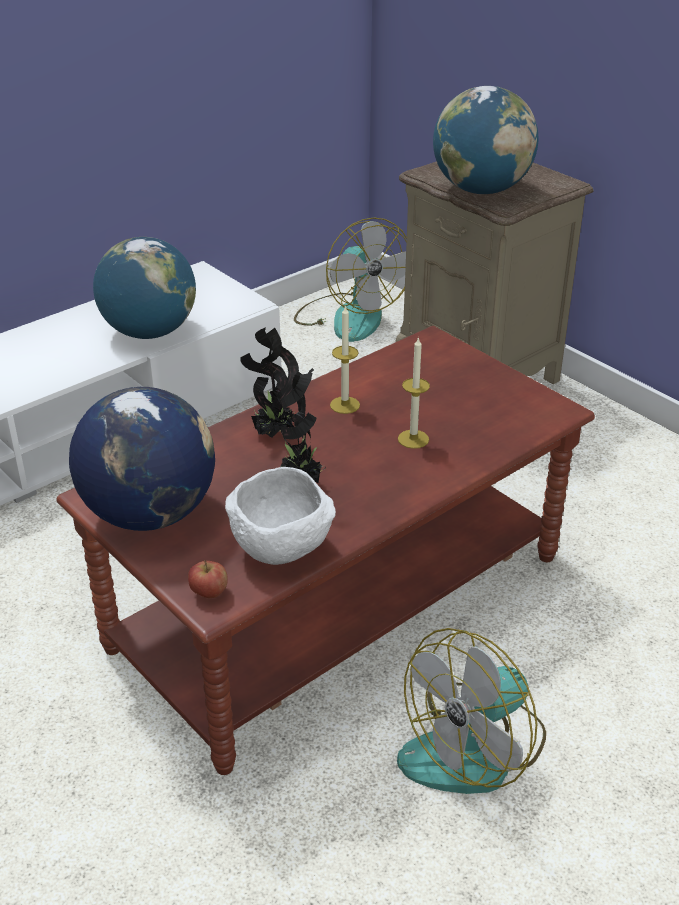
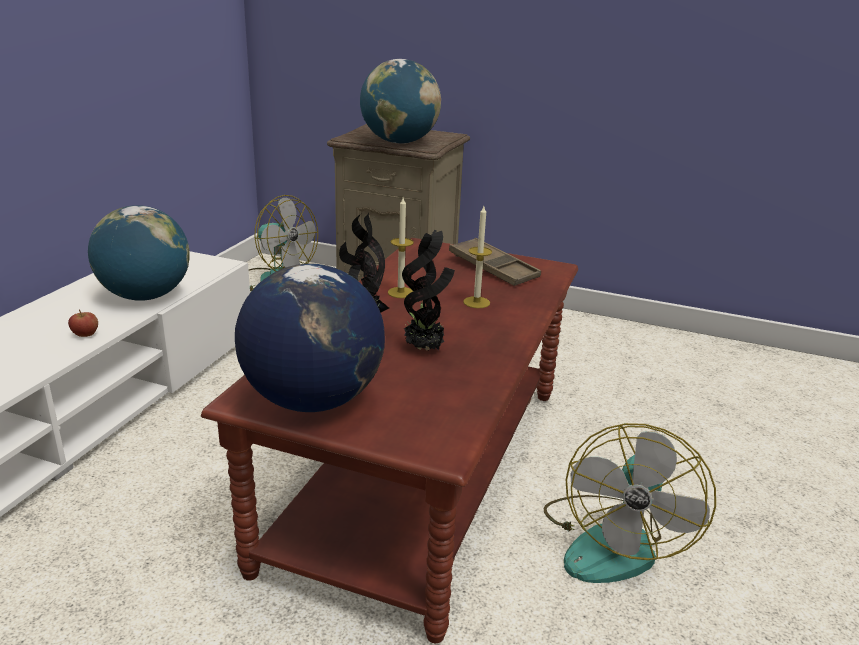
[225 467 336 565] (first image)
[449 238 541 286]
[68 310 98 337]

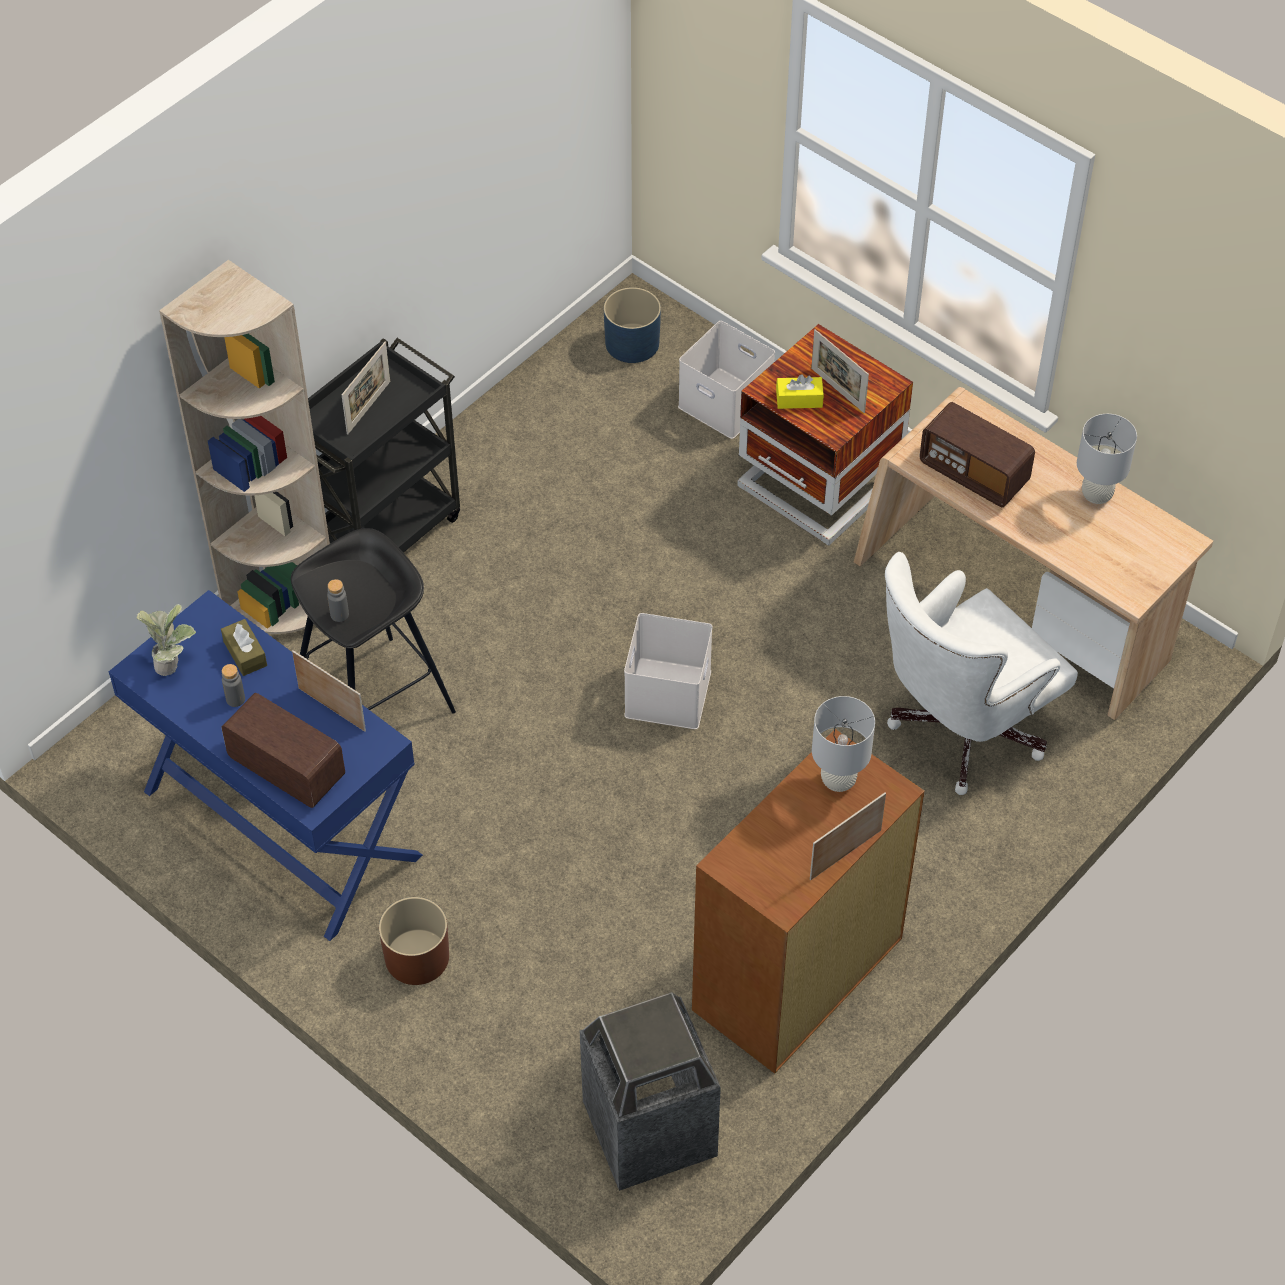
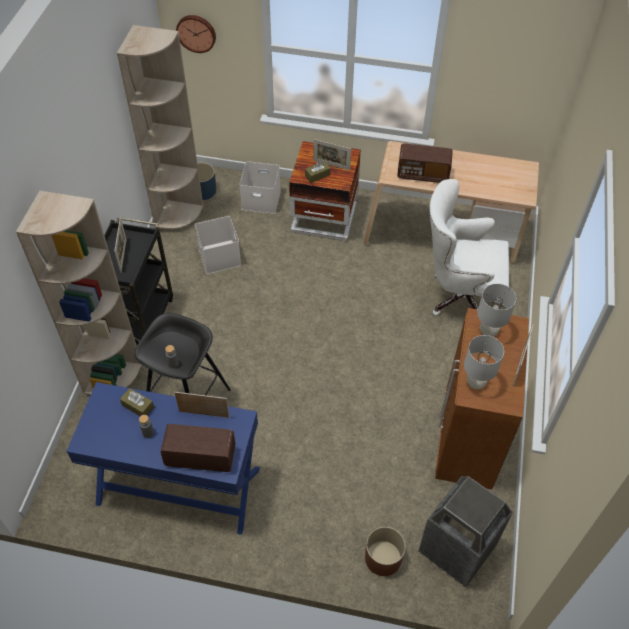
[137 604 196 676] (first image)
[117 25 203 229]
[176 15 216 53]
[365 527 406 576]
[195 216 241 274]
[464 335 504 389]
[305 161 331 183]
[430 179 509 316]

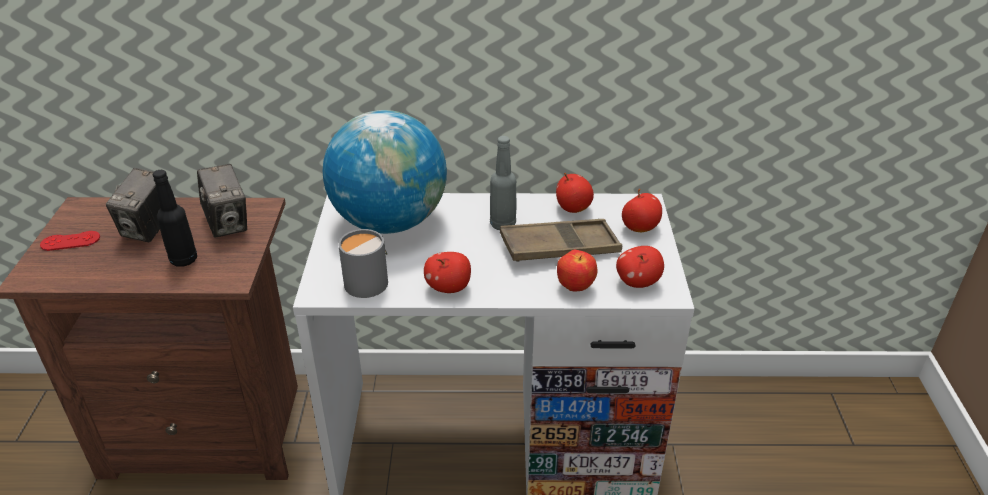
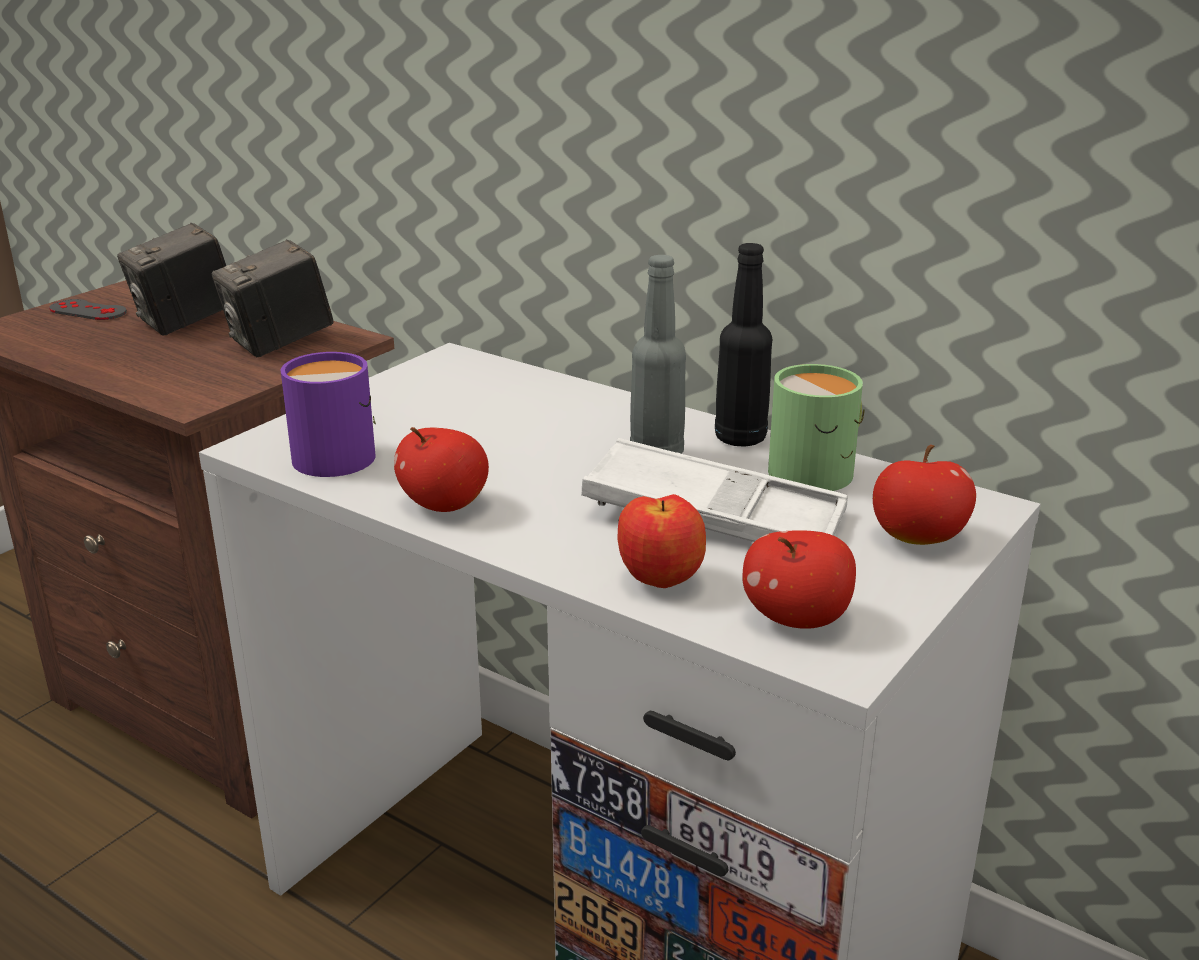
[323 110 447 234] (first image)
[715 243 772 447]
[768 364 865 491]
[49 299 127 320]
[281 352 376 477]
[581 438 848 542]
[212 239 334 357]

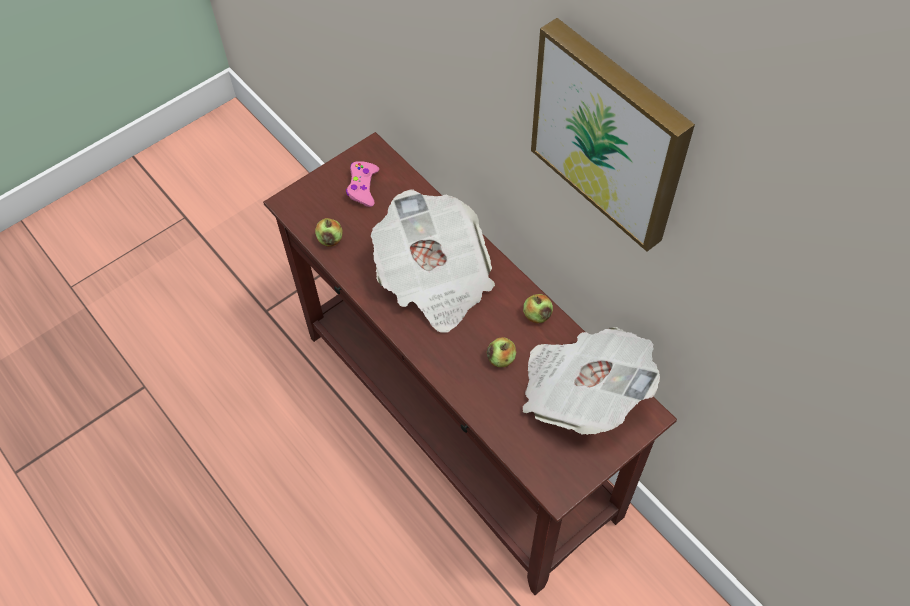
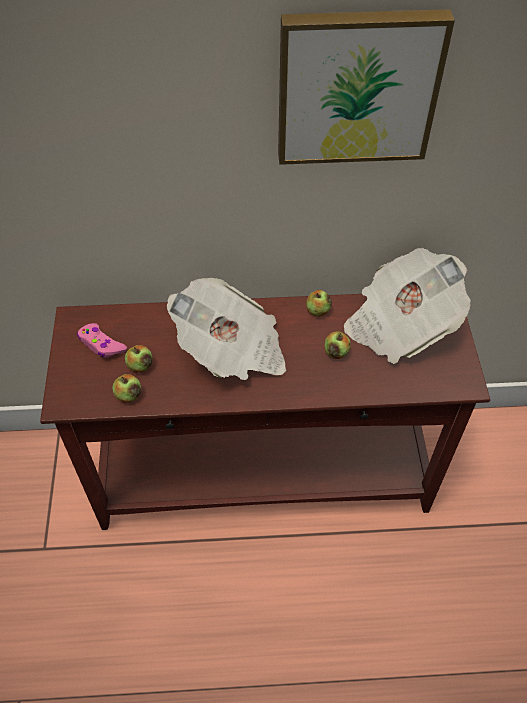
[125 345 153 373]

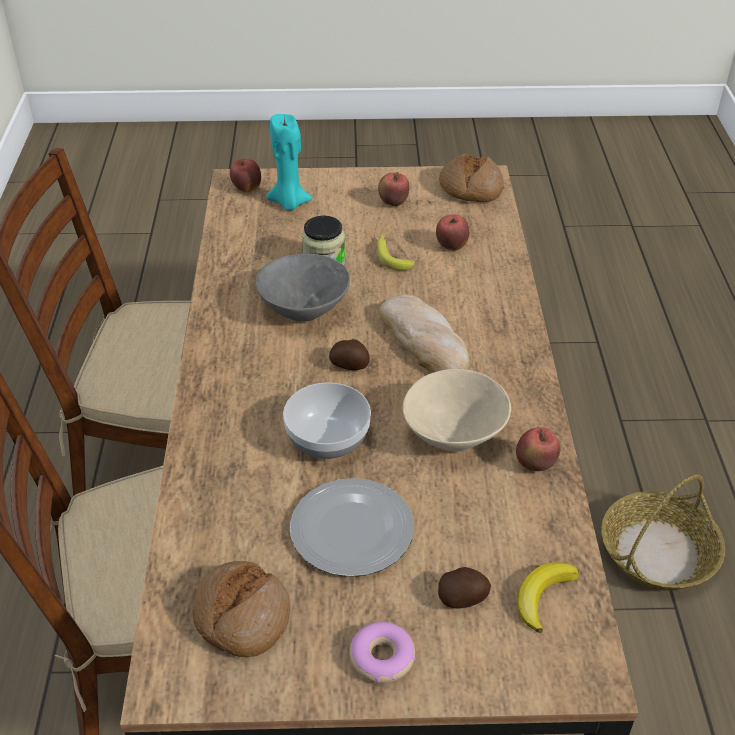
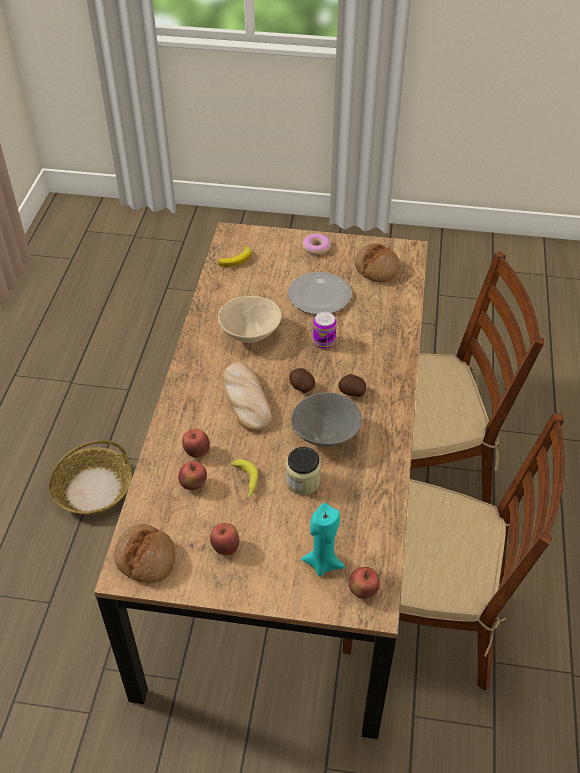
[338 374 366 397]
[182 428 210 458]
[313 312 337 349]

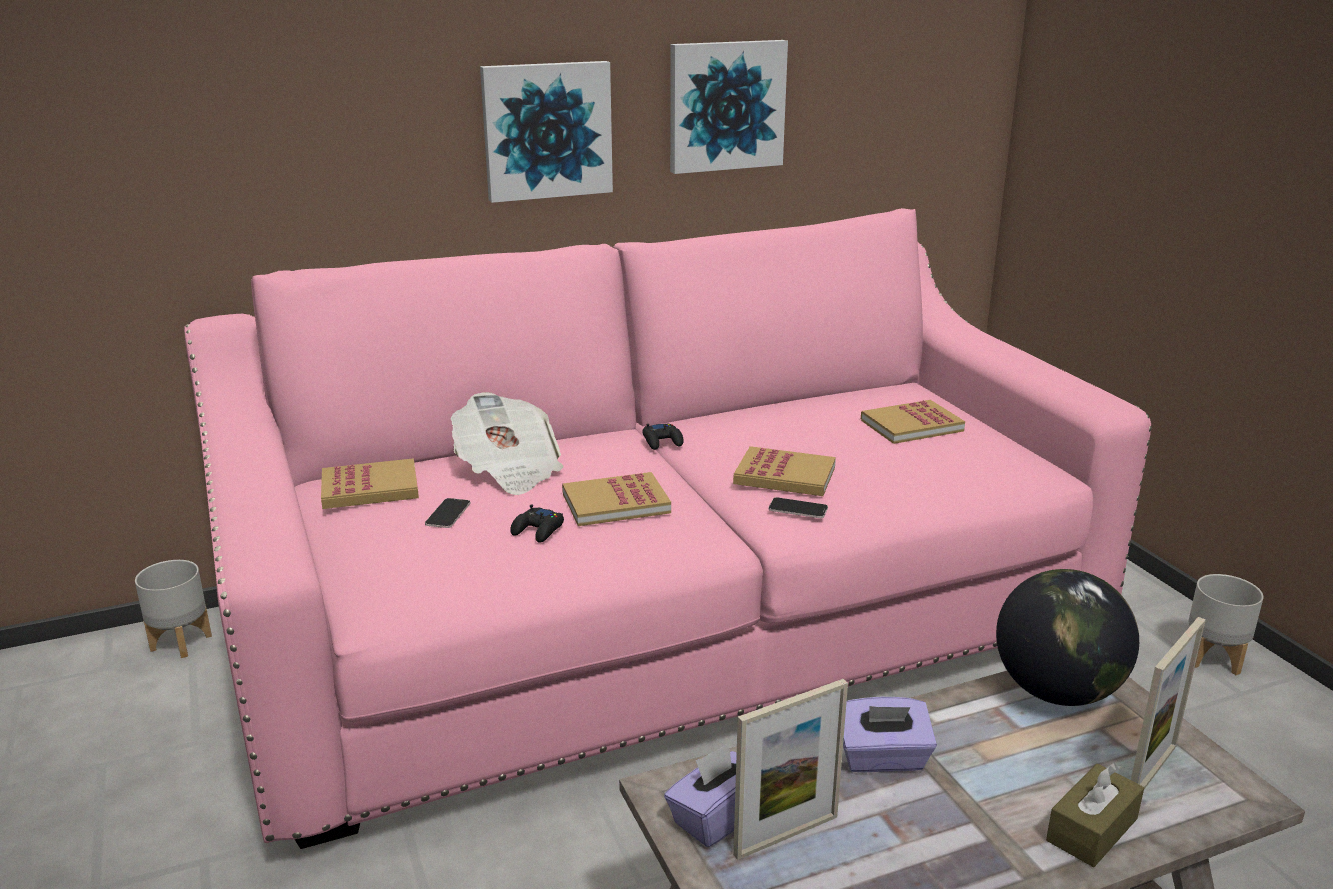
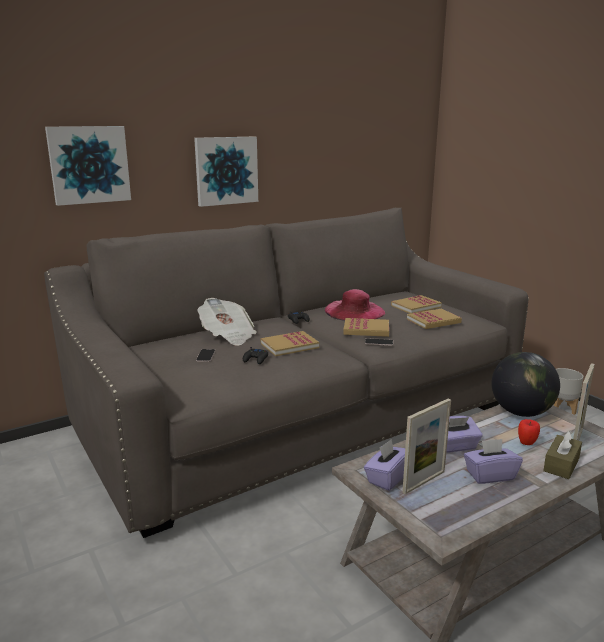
[135 560 212 658] (first image)
[325 289 385 321]
[464 439 523 484]
[518 419 540 445]
[407 309 462 329]
[45 126 131 206]
[44 208 529 538]

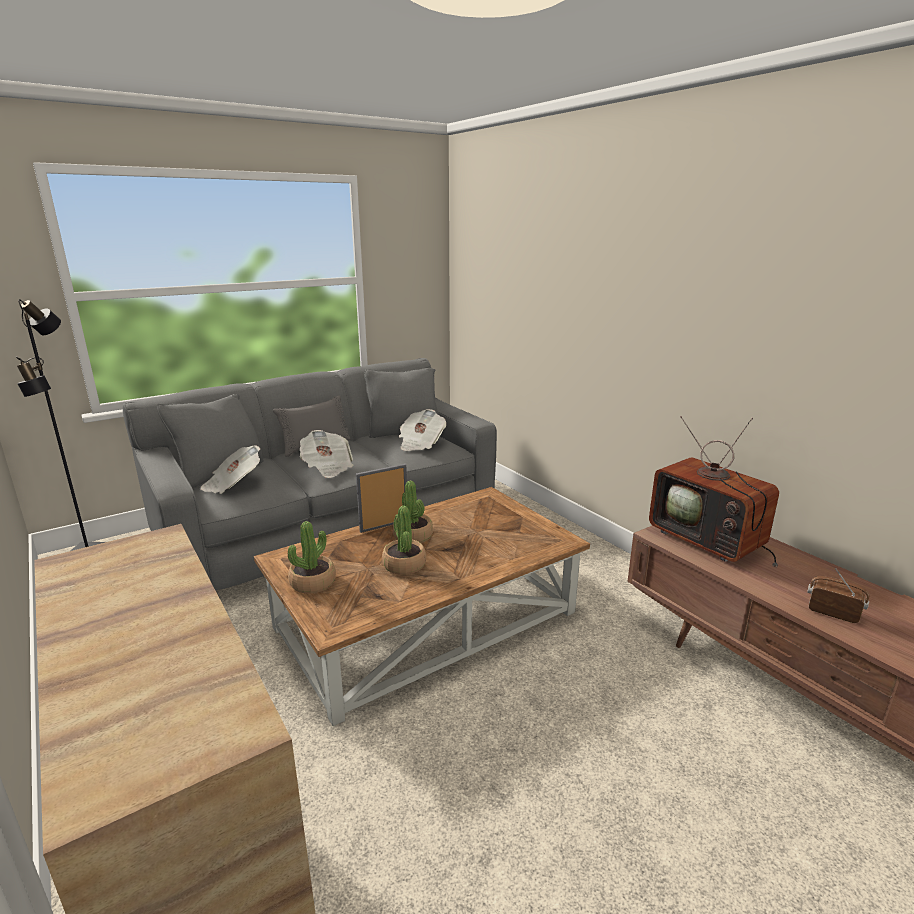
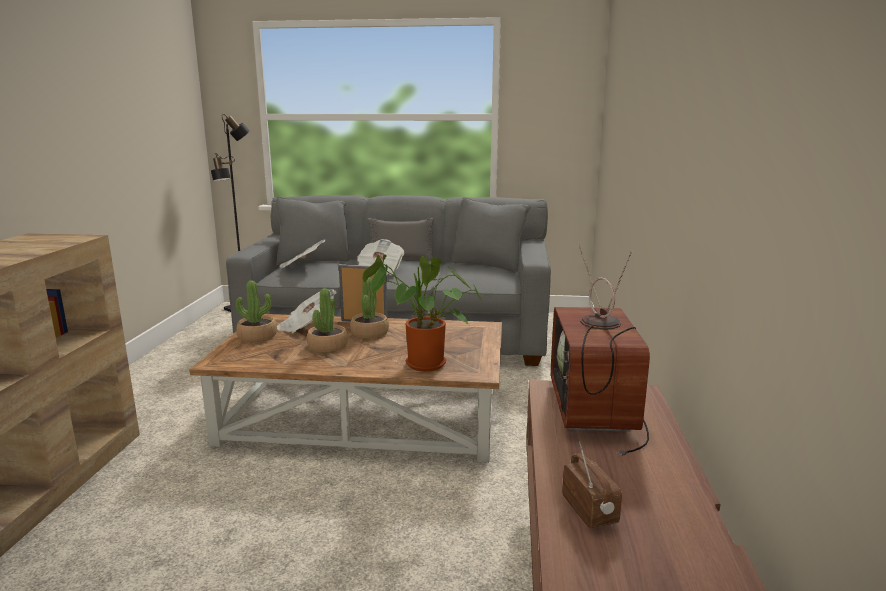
[362 255 482 371]
[277 289 337 333]

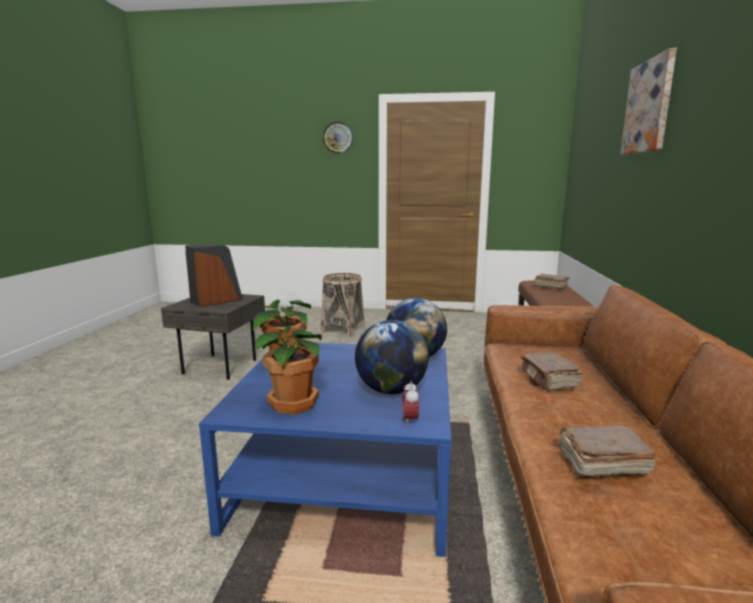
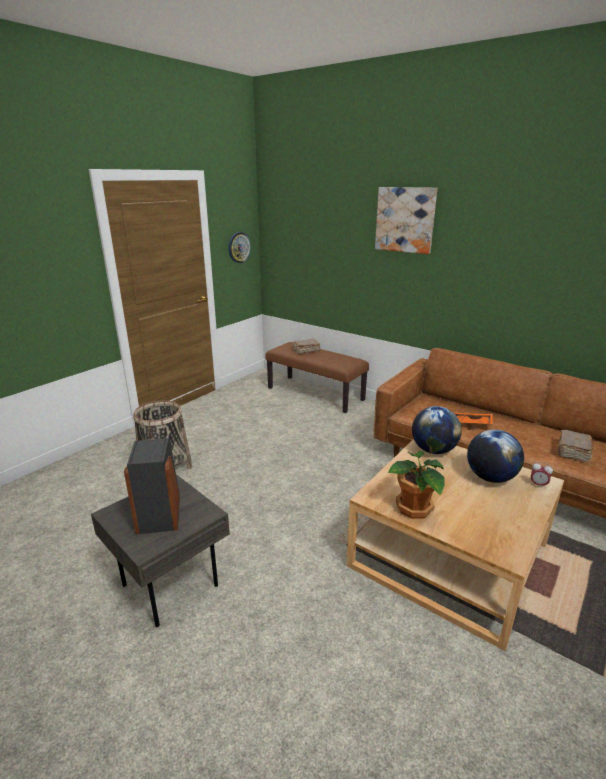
[255 325 322 415] (first image)
[228 232 251 263]
[454 413 493 425]
[346 439 564 651]

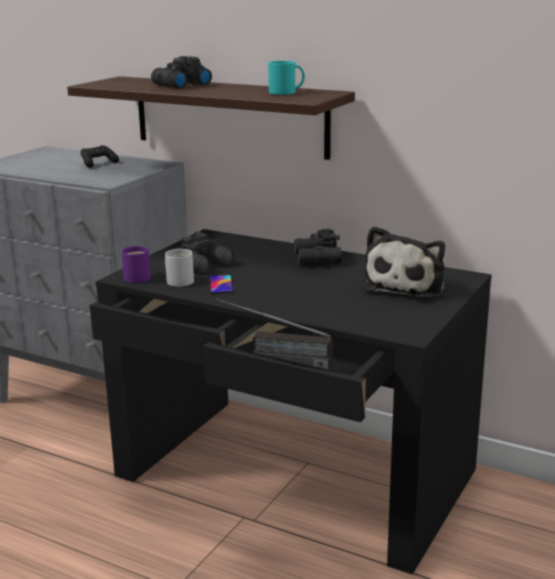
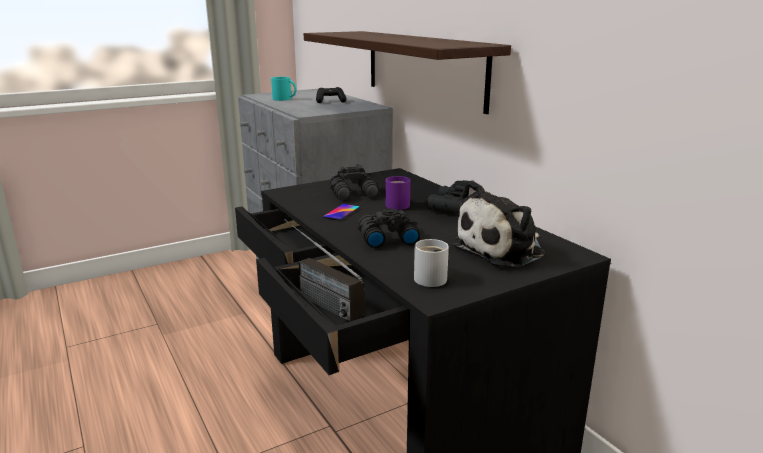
[385 176 410 210]
[358 209 420 248]
[414 239 449 287]
[271 77 297 101]

